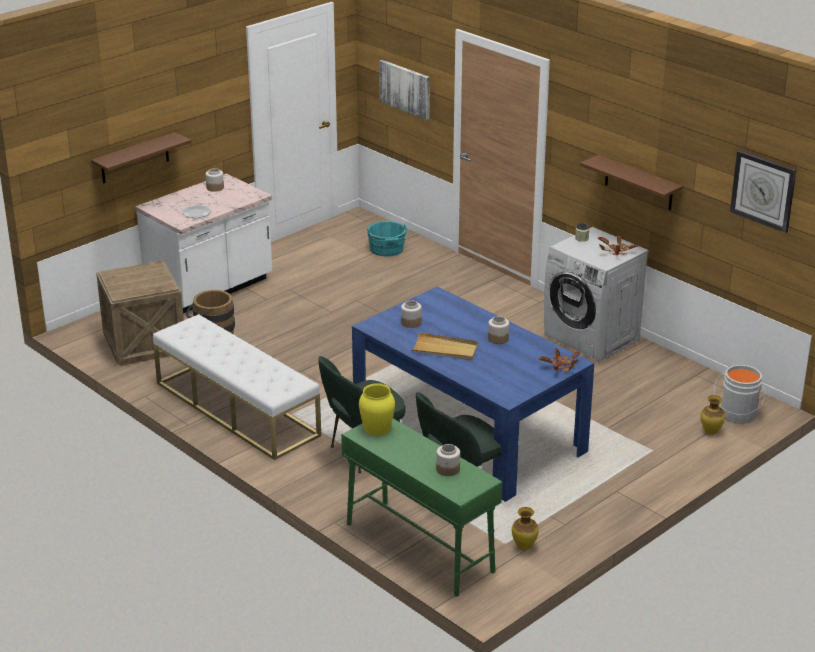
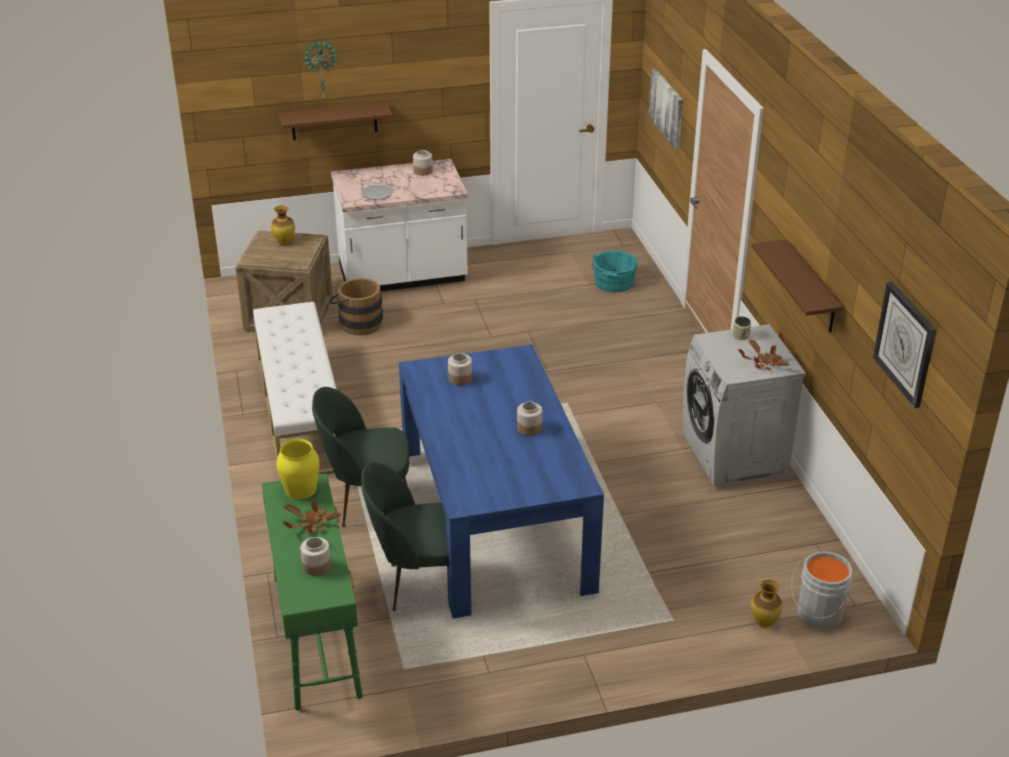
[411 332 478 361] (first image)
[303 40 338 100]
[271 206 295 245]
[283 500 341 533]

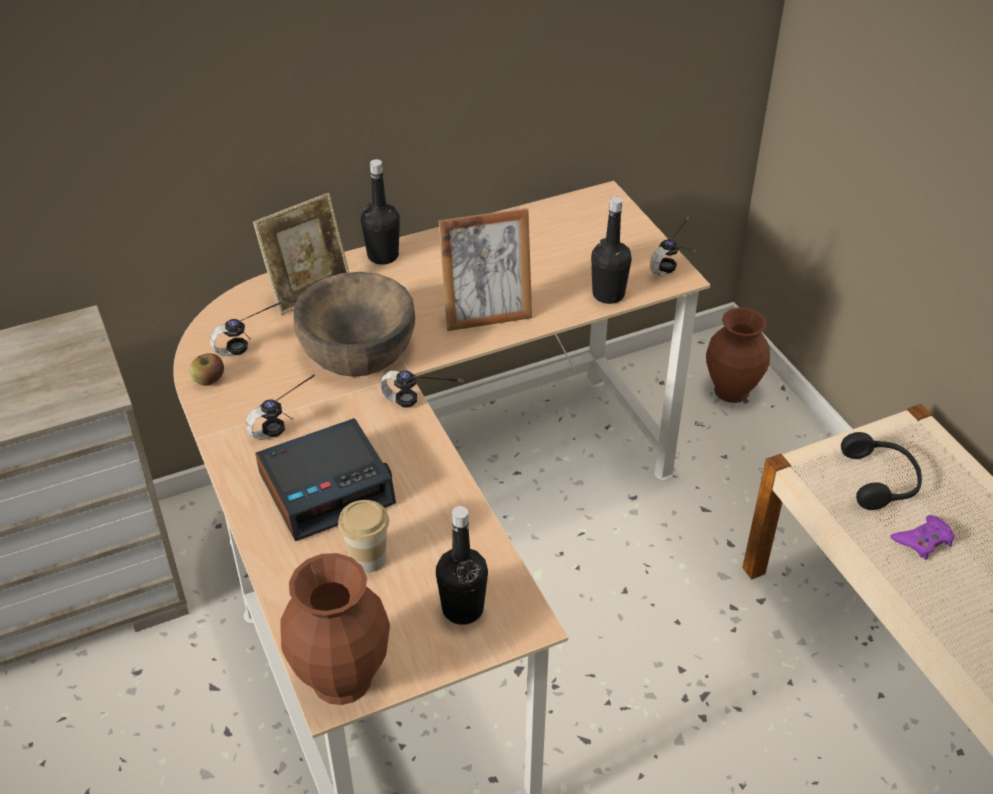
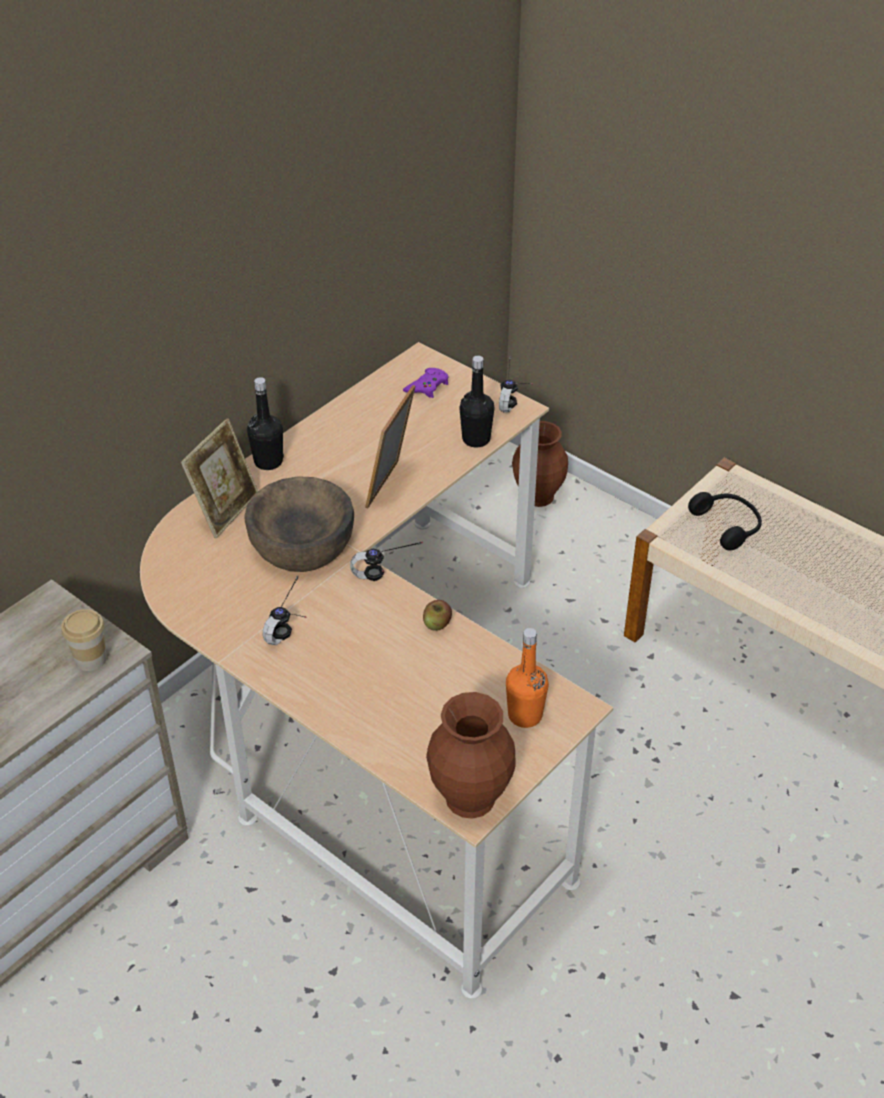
[210 301 282 356] (first image)
[255 418 396 541] (first image)
[423 600 452 631]
[61 609 107 671]
[403 368 448 398]
[506 628 549 728]
[365 385 415 508]

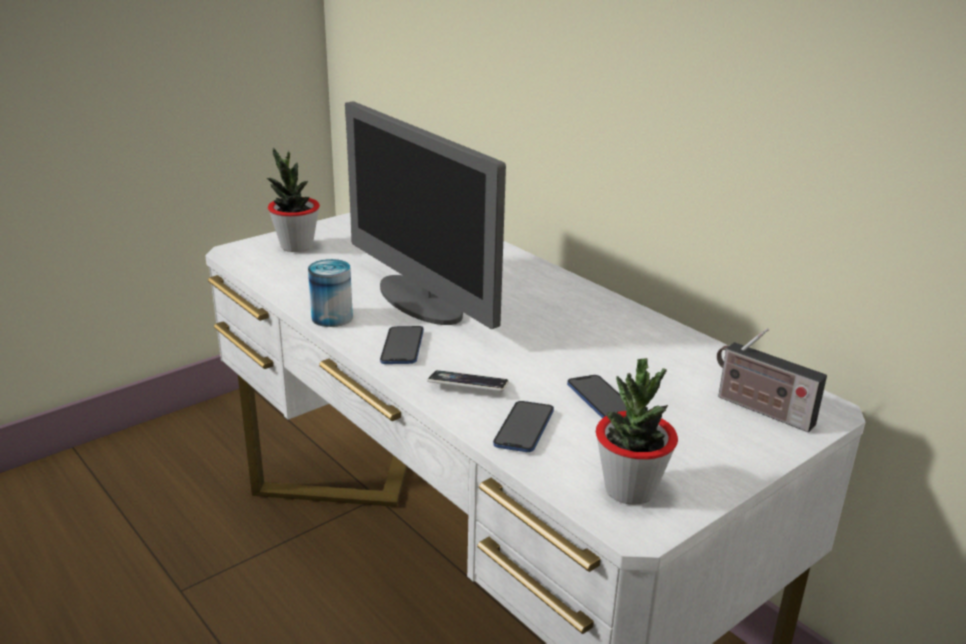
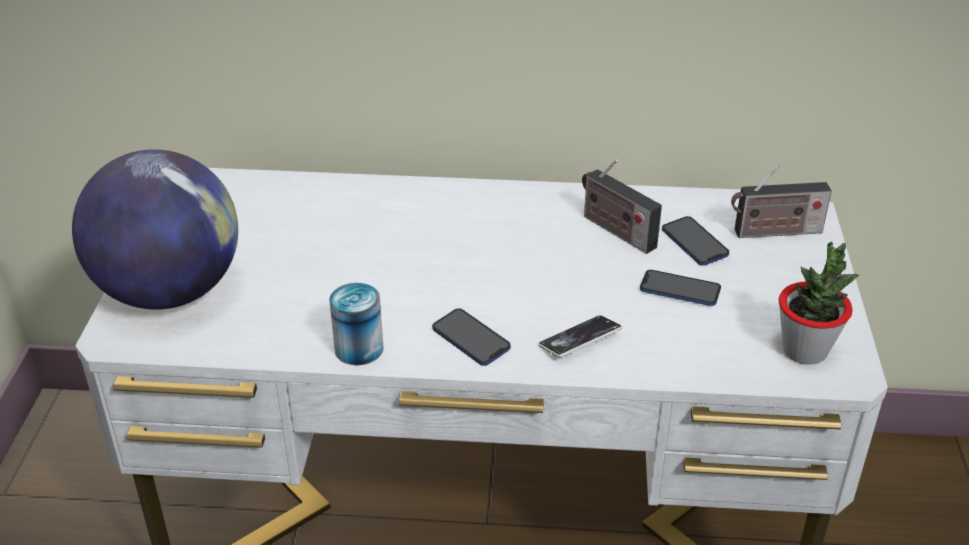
[345 101 506 329] (first image)
[582 159 662 254]
[662 216 729 266]
[72 149 238 310]

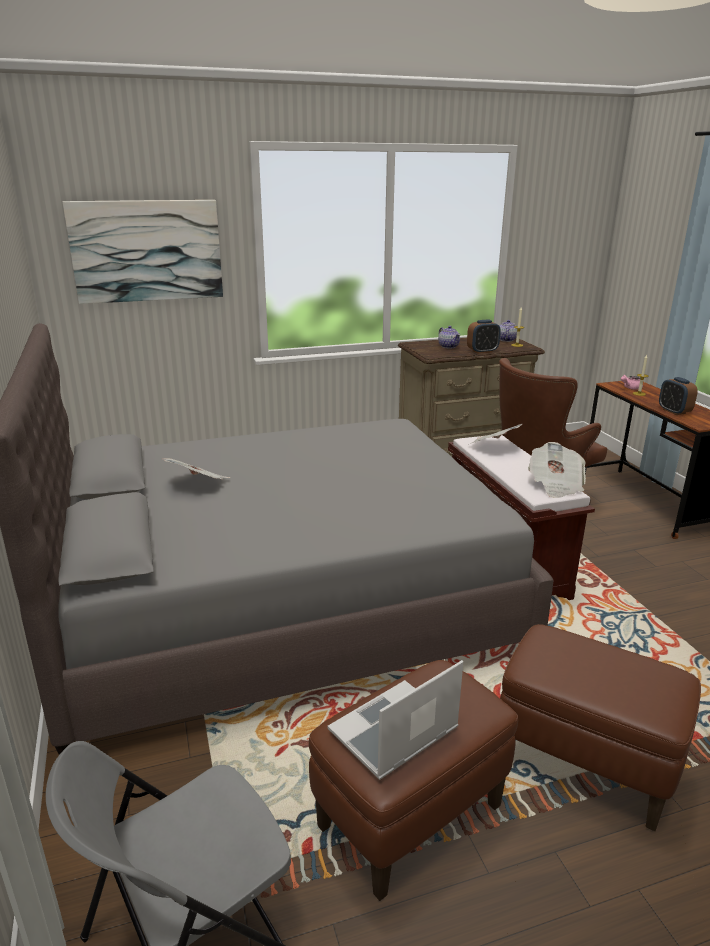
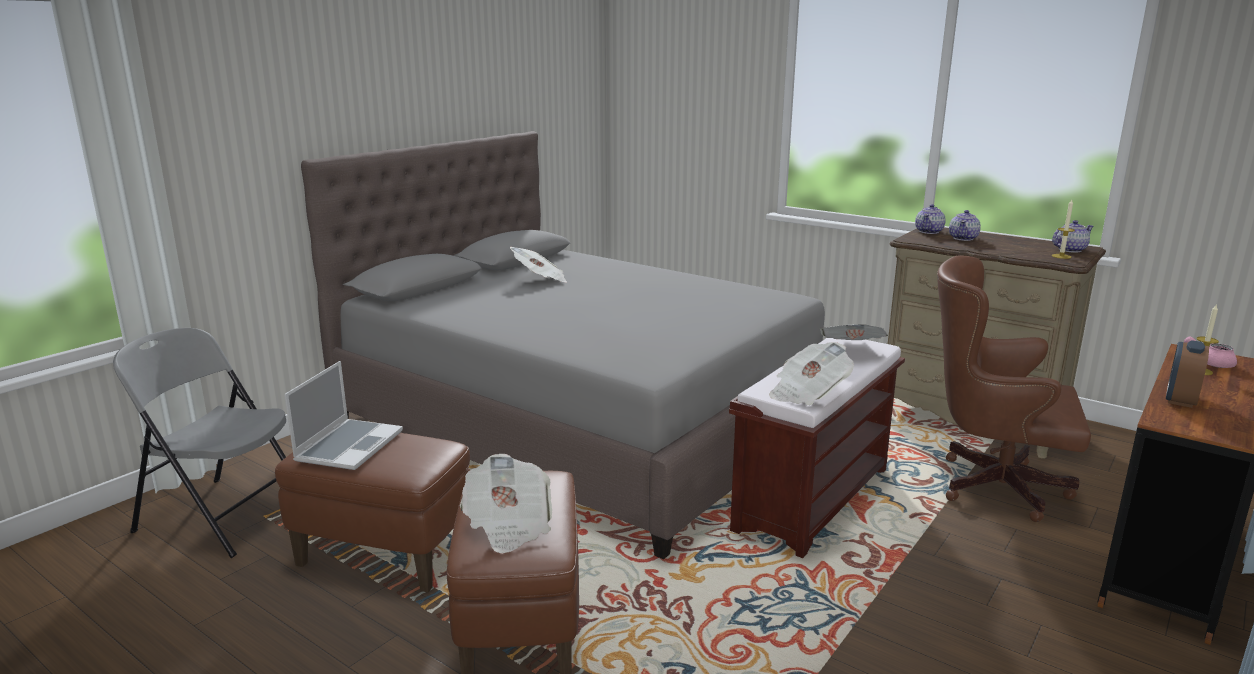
[63 200 223 304] (first image)
[467 320 501 354] (first image)
[460 454 552 554]
[915 204 946 234]
[284 361 403 470]

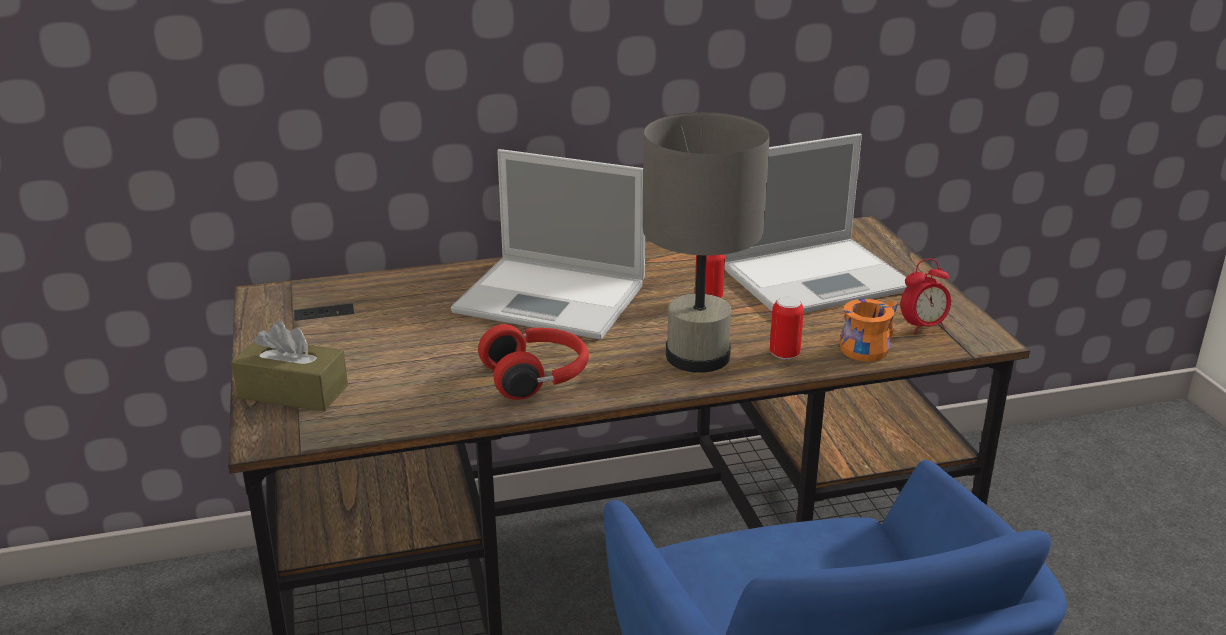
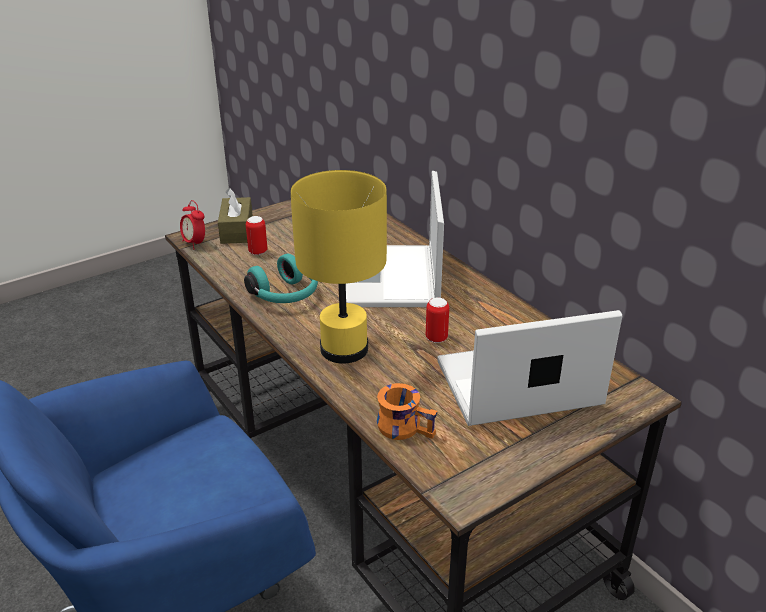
[246 216 268 255]
[180 200 205 249]
[244 254 318 303]
[291 170 387 364]
[437 310 622 426]

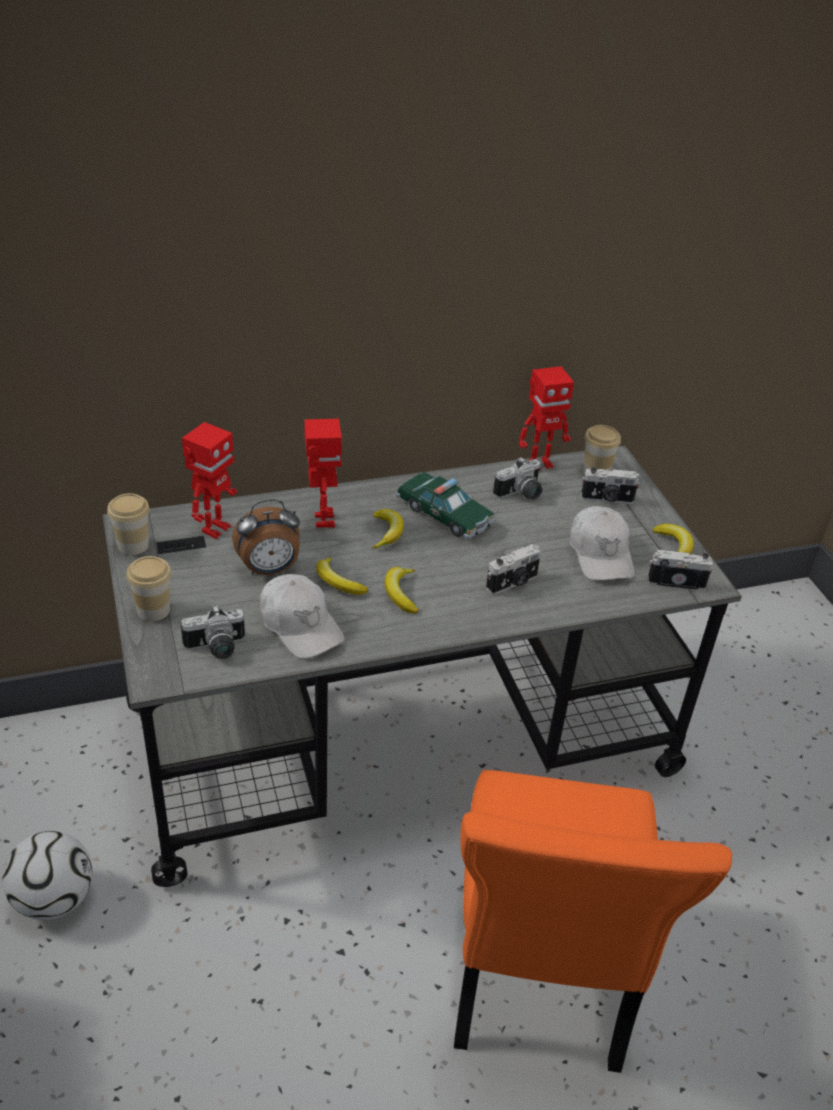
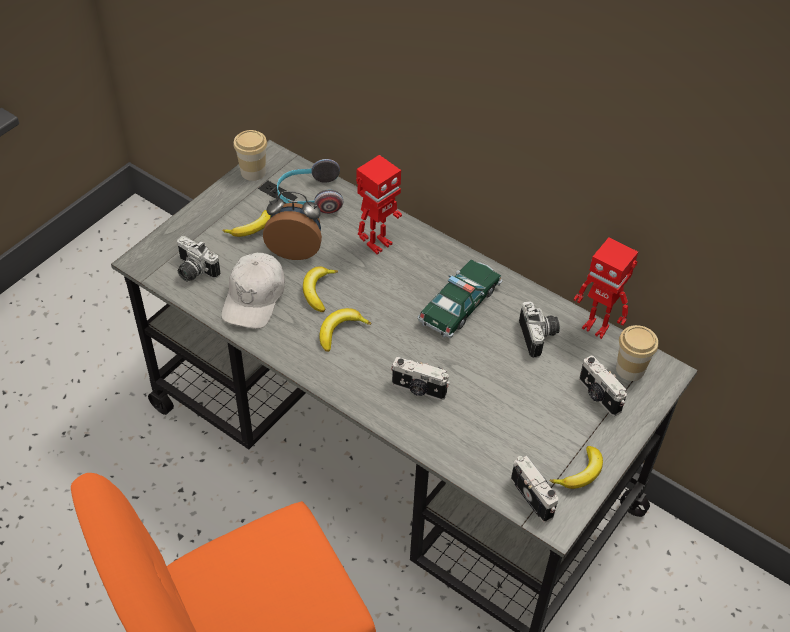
[2 831 92 920] (first image)
[126 556 171 621] (first image)
[570 506 634 581] (first image)
[222 210 271 237]
[277 159 343 214]
[263 191 322 260]
[418 260 502 338]
[519 301 560 358]

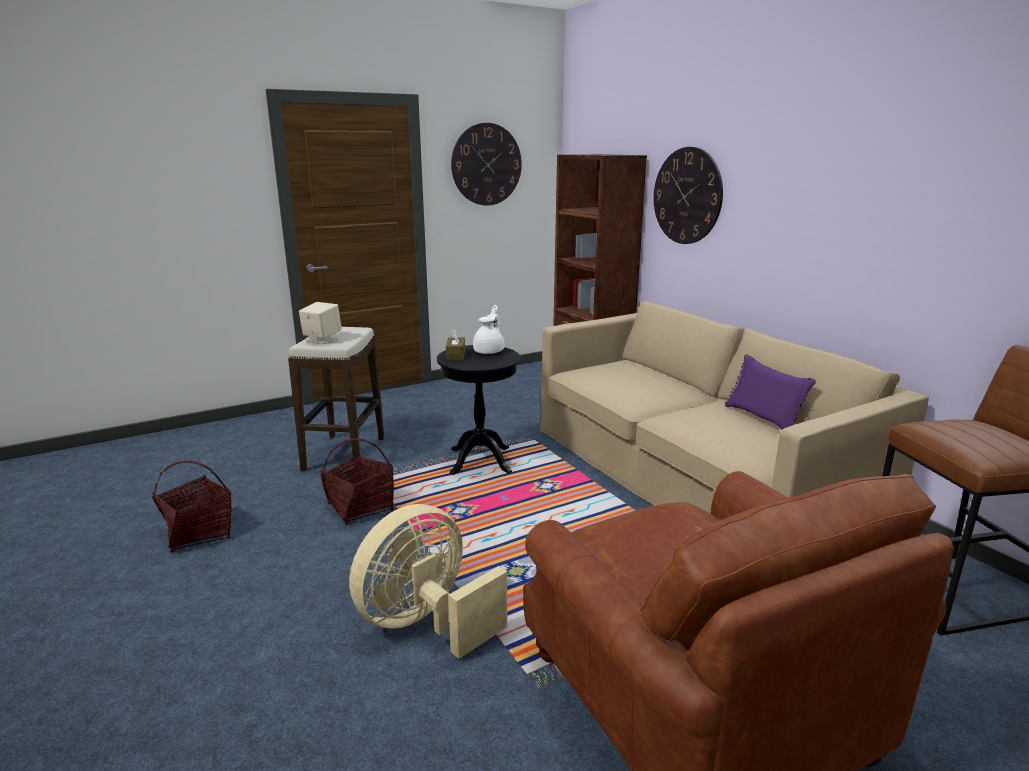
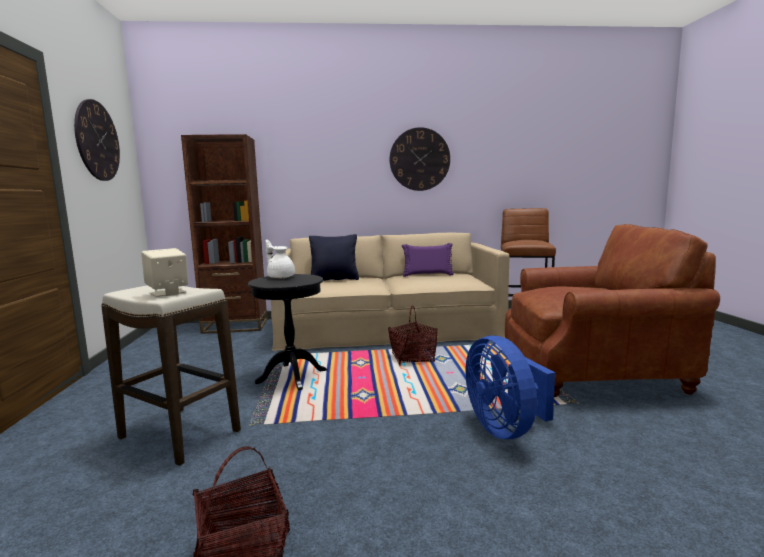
[446 328 465 360] (first image)
[309 234 359 281]
[388 306 437 365]
[390 127 450 191]
[465 336 555 439]

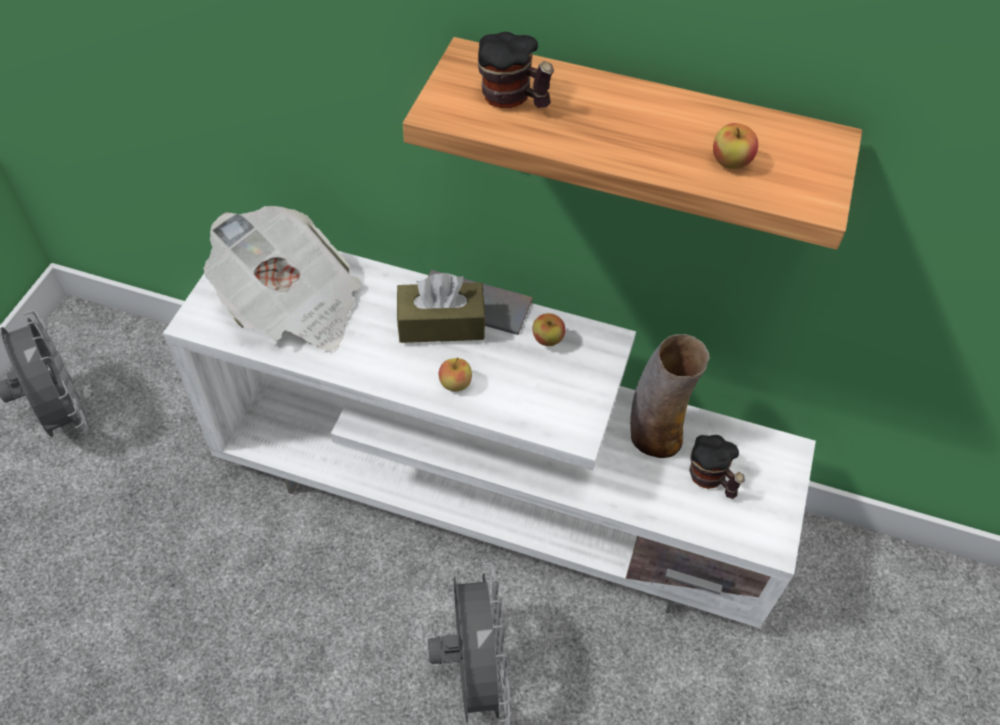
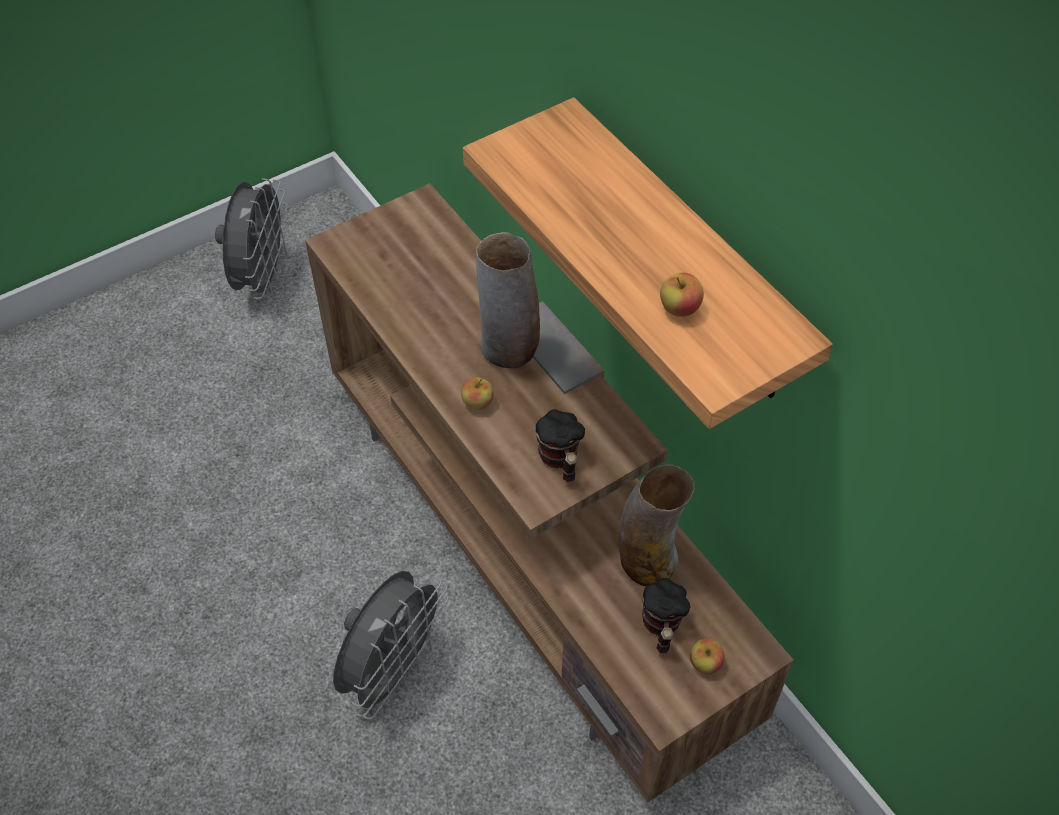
[203 206 361 351] (first image)
[536 409 585 482]
[690 638 725 674]
[476 232 540 368]
[305 183 794 803]

